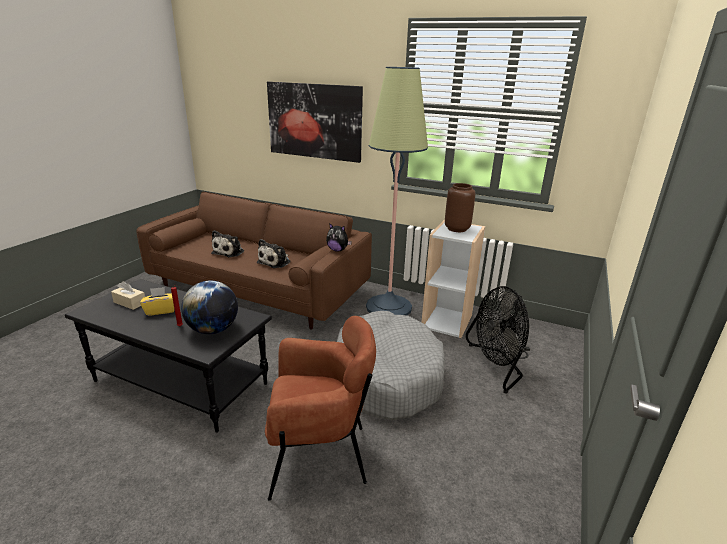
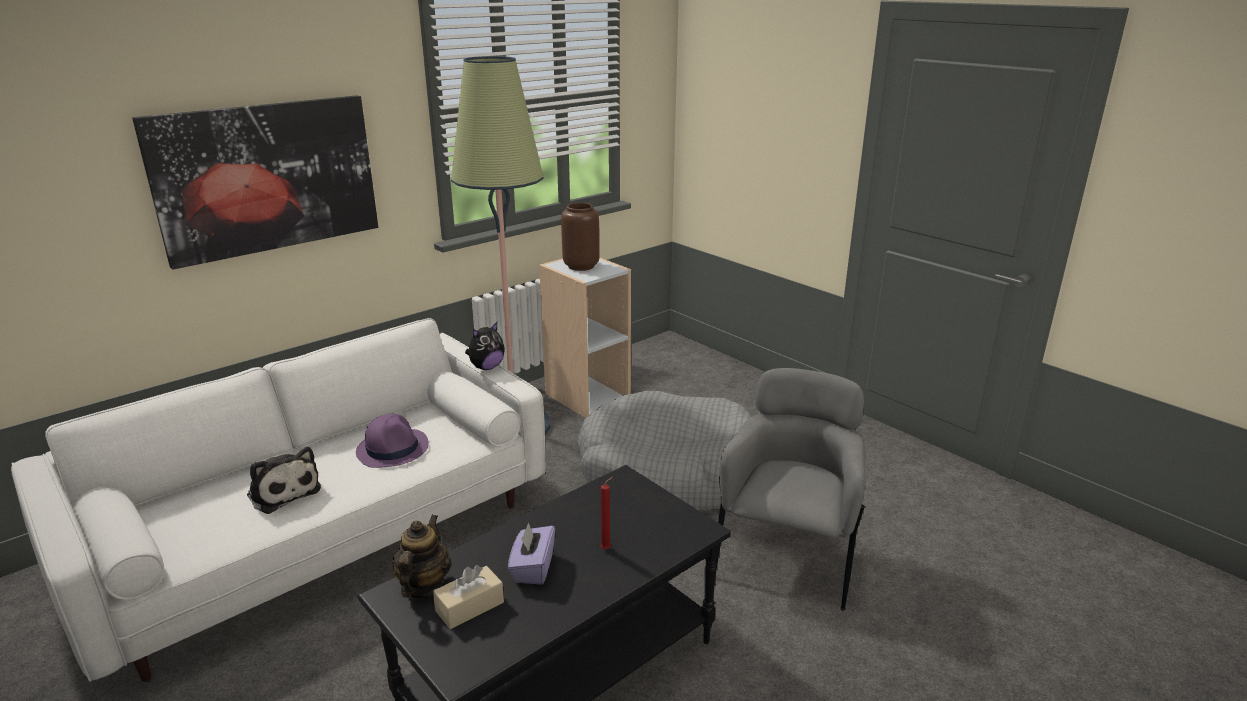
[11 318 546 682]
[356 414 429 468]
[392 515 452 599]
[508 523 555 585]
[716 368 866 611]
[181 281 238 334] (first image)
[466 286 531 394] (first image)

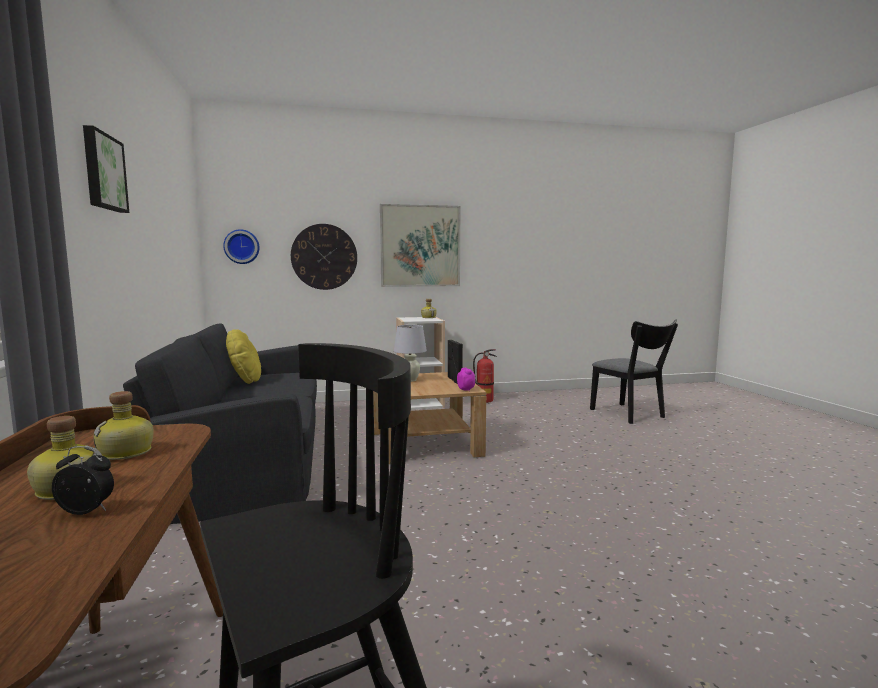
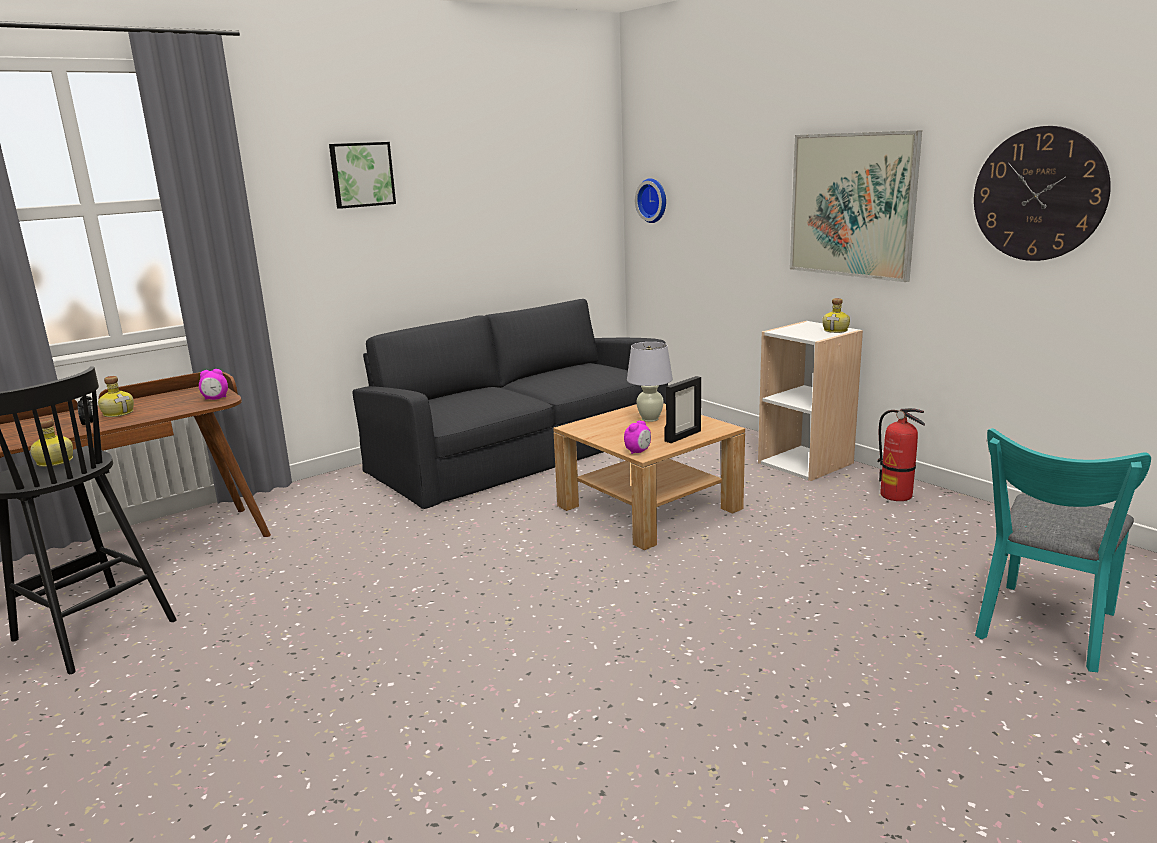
[30 419 73 467]
[199 369 228 400]
[974 126 1111 261]
[975 428 1151 672]
[226 329 261 384] (first image)

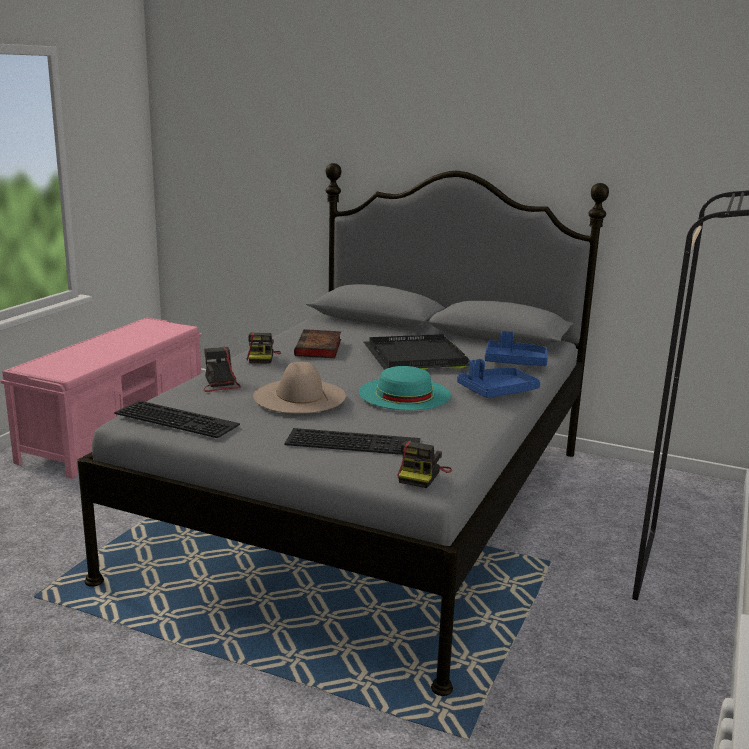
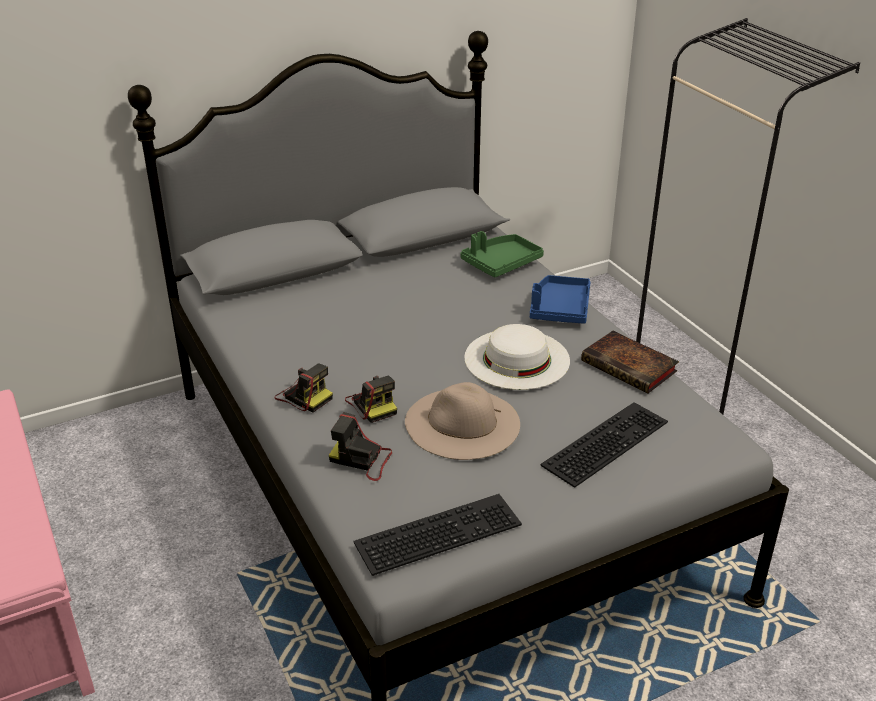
[345 376 397 423]
[460 231 544 278]
[464 324 570 390]
[581 331 679 393]
[364 334 470 370] (first image)

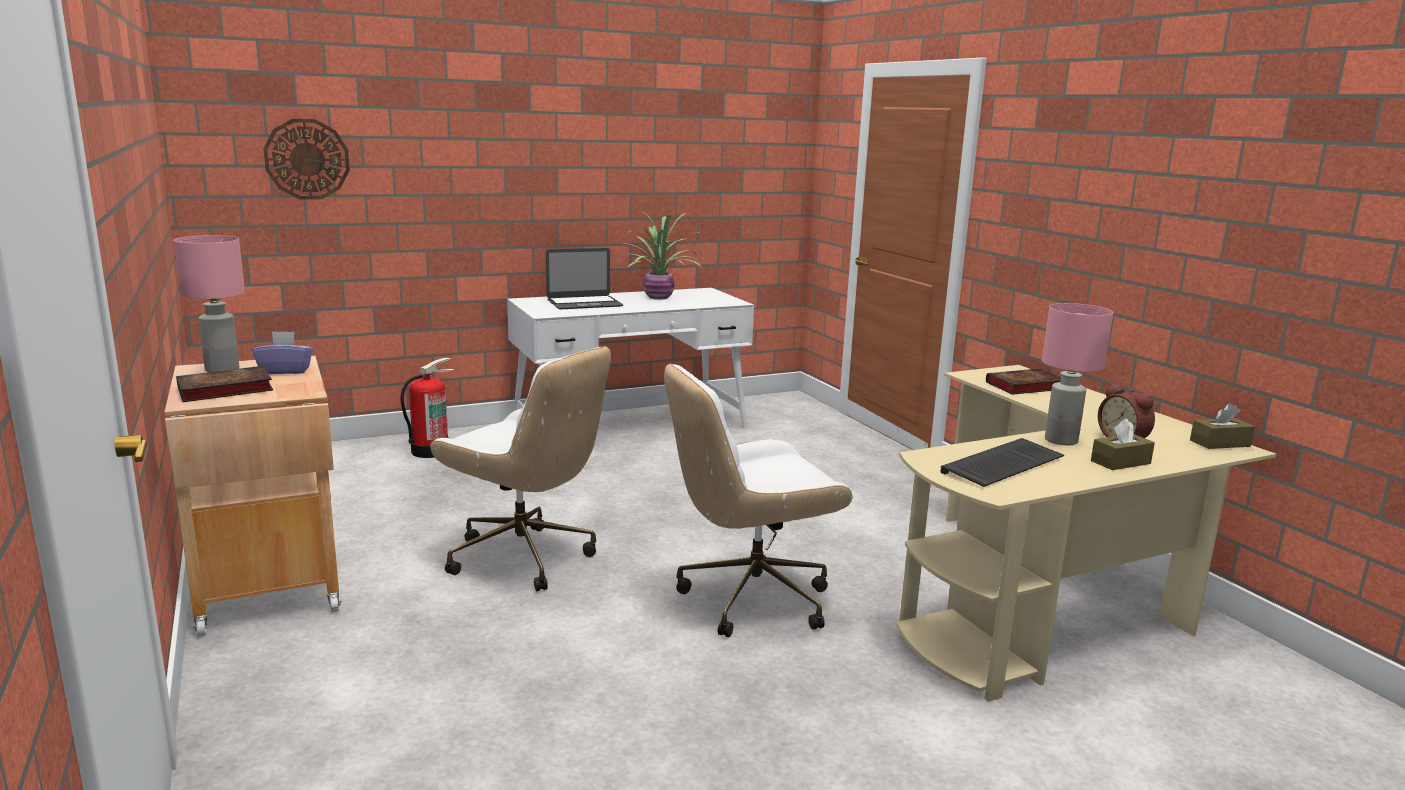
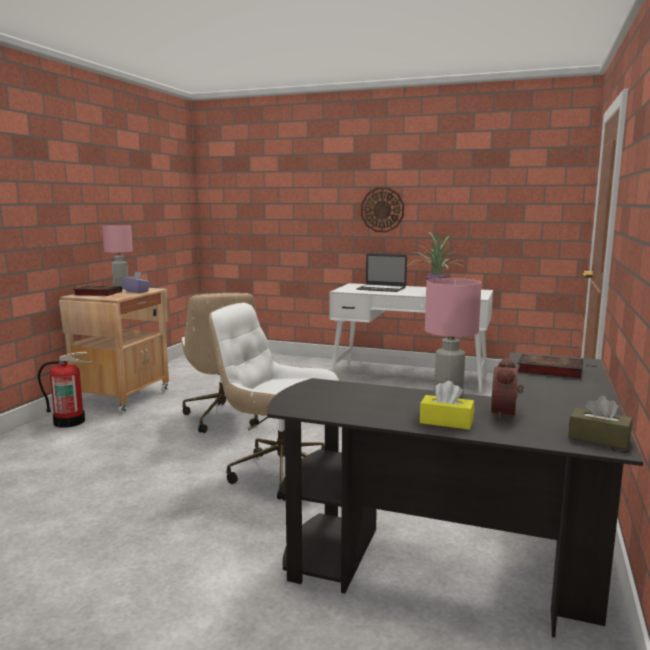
[38 351 92 428]
[267 352 643 638]
[361 187 404 232]
[420 381 474 430]
[940 438 1064 487] (first image)

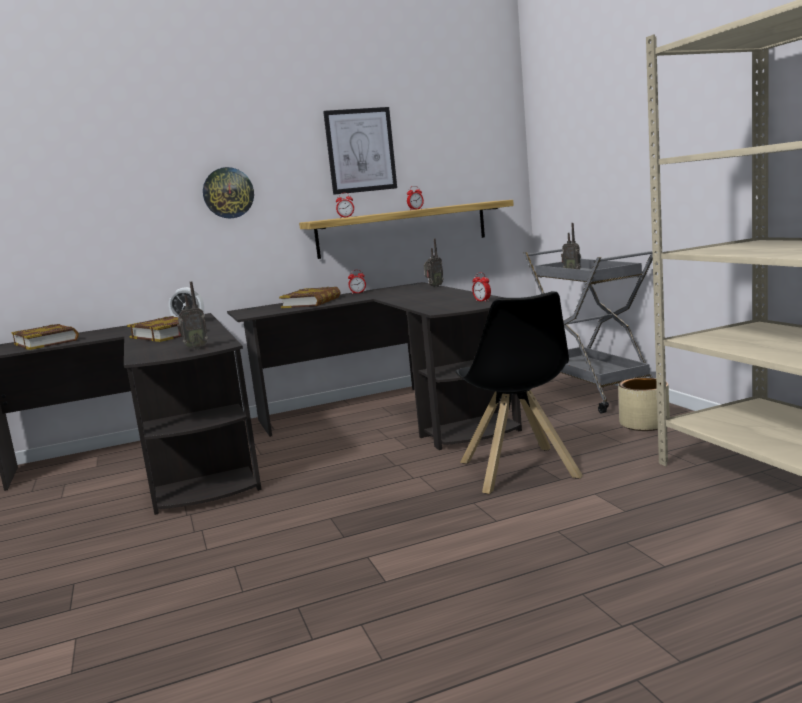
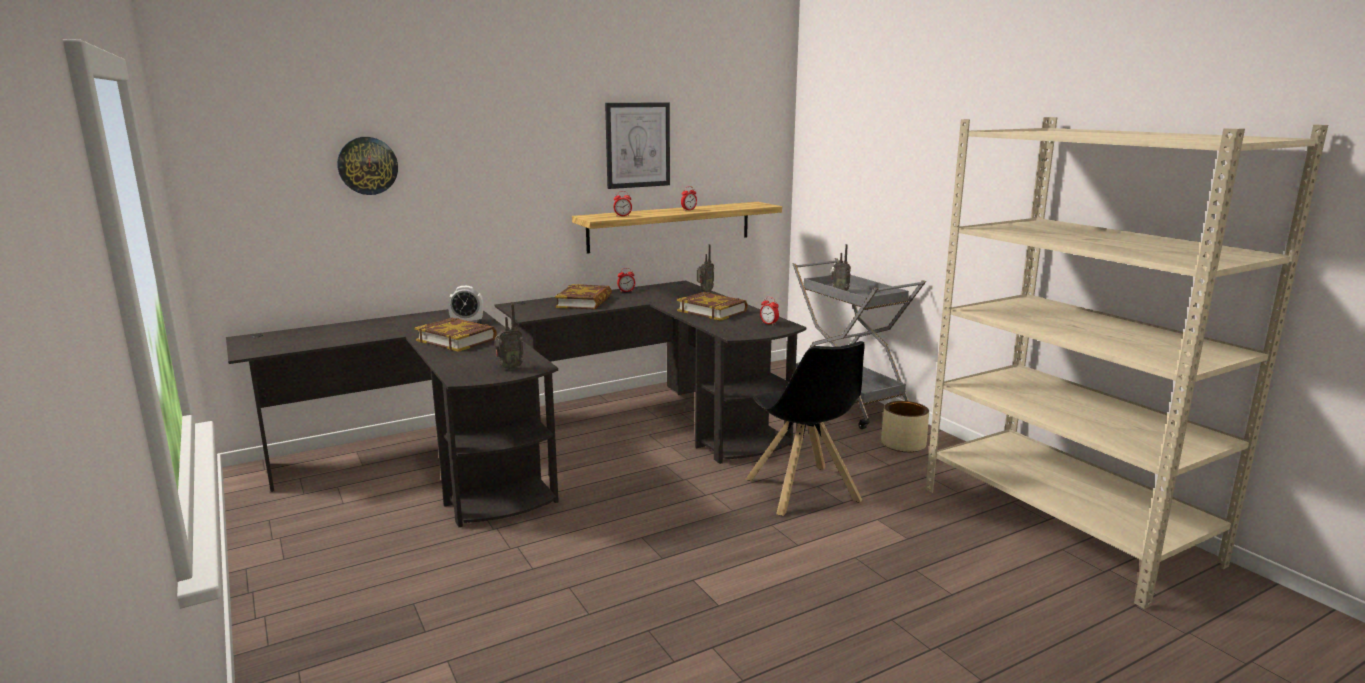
[337 137 398 195]
[677 292 748 321]

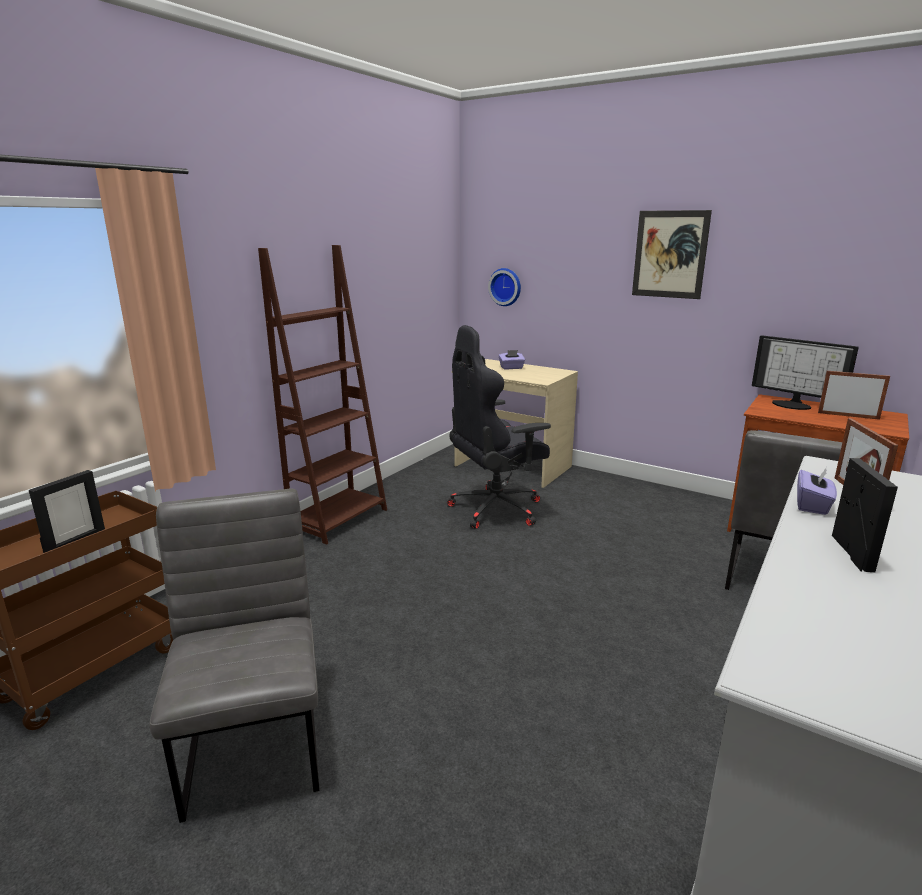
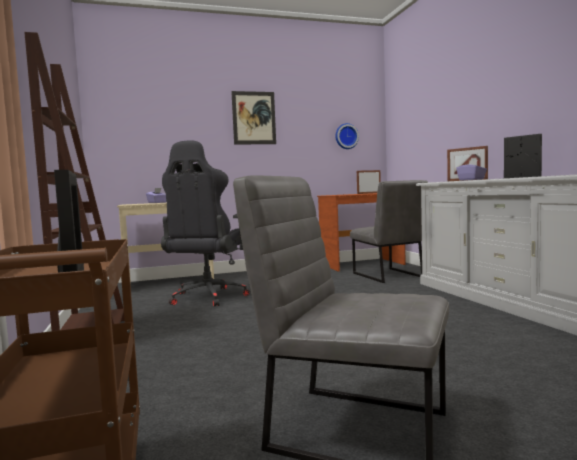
[335 123 359 149]
[752 335 859 410] (first image)

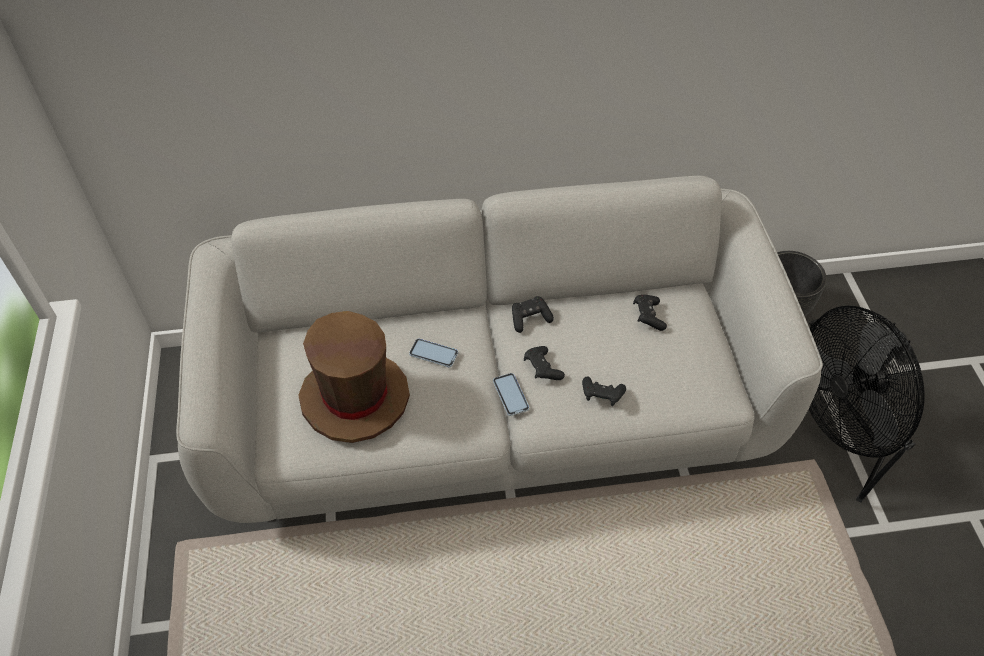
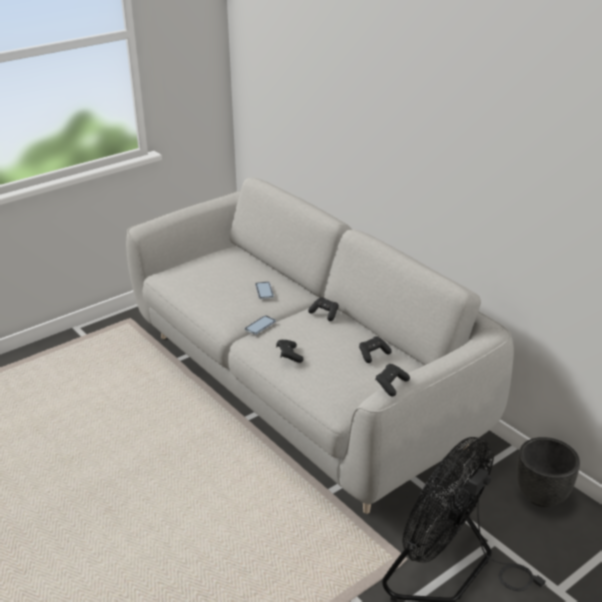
[375 364 410 396]
[298 311 410 443] (first image)

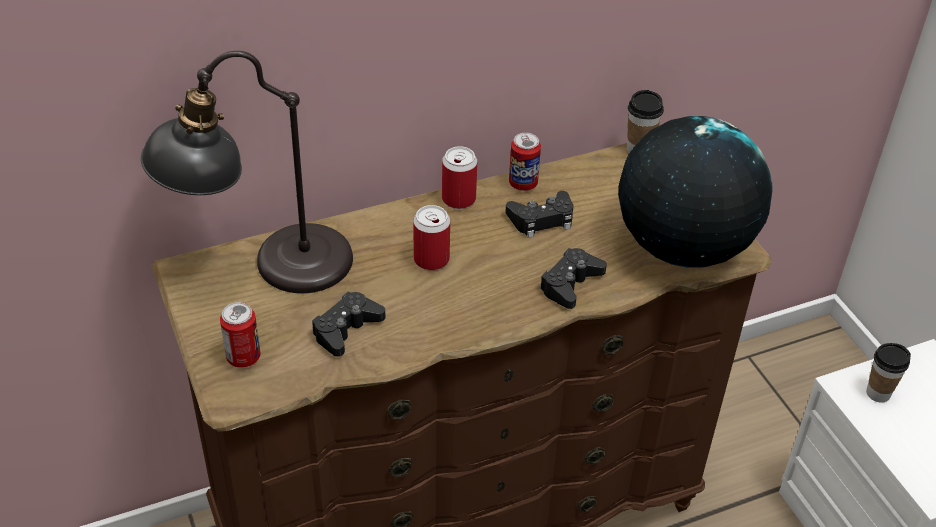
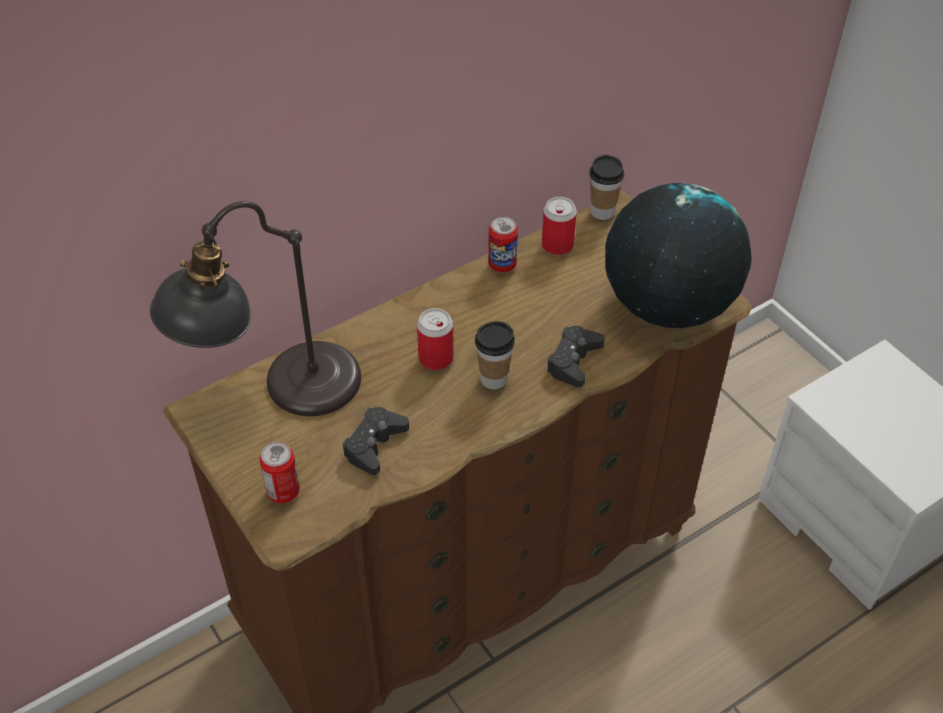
[475 321 515 389]
[542 197 577 255]
[505 191 574 238] (first image)

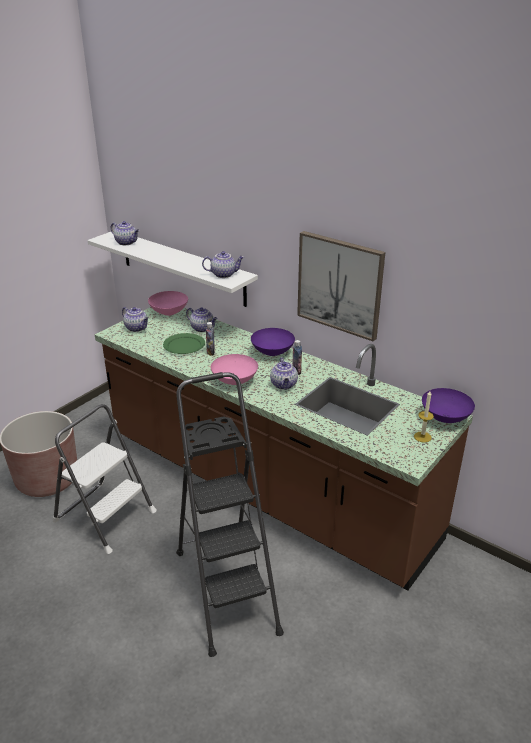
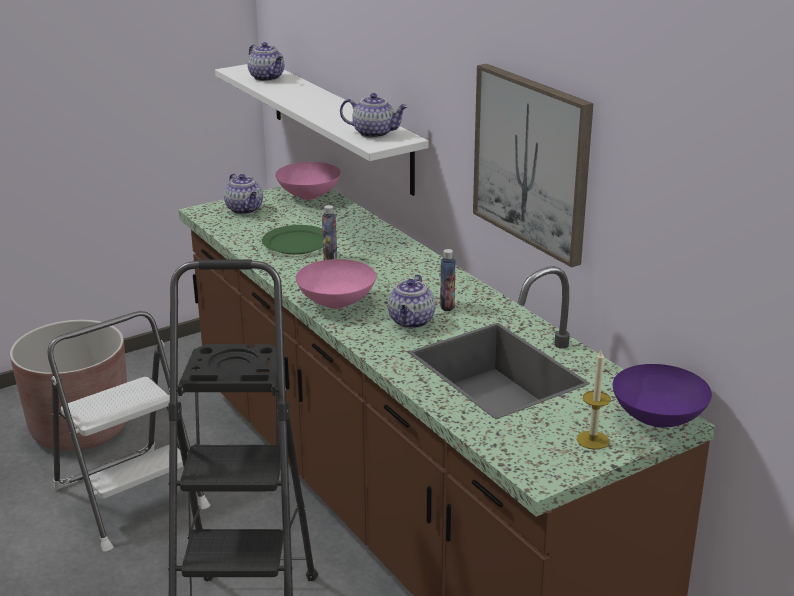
[186 307 218 332] (first image)
[251 328 295 356] (first image)

